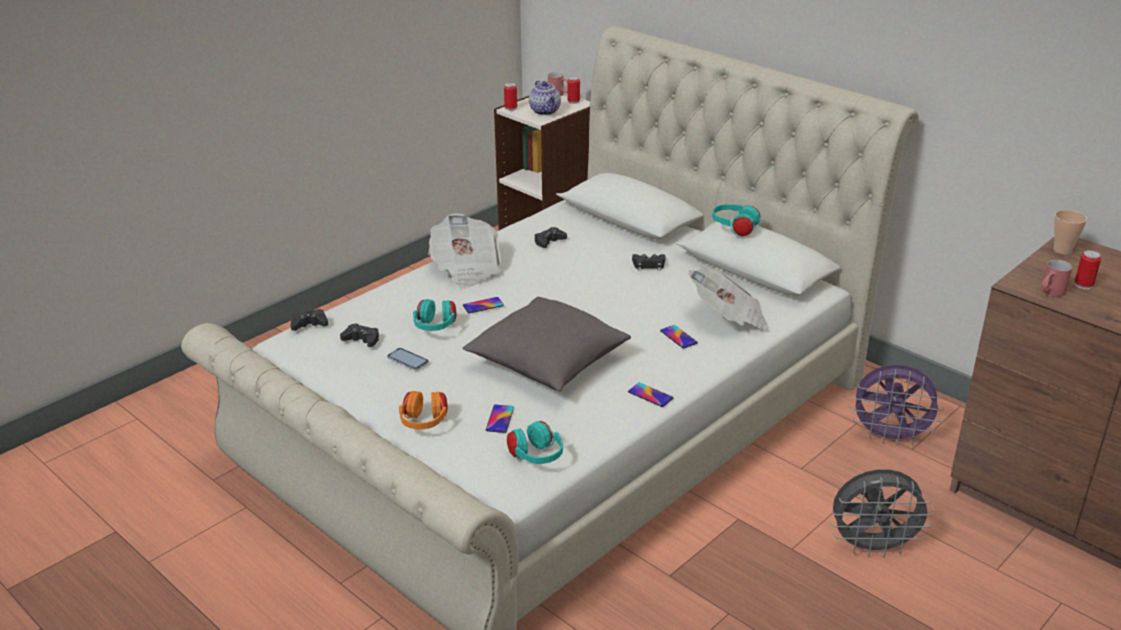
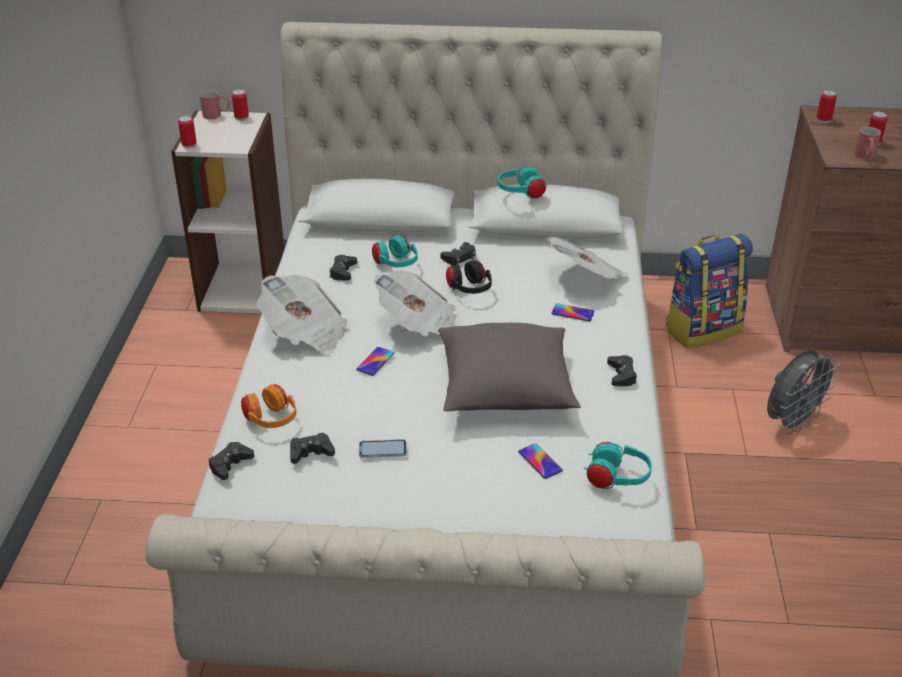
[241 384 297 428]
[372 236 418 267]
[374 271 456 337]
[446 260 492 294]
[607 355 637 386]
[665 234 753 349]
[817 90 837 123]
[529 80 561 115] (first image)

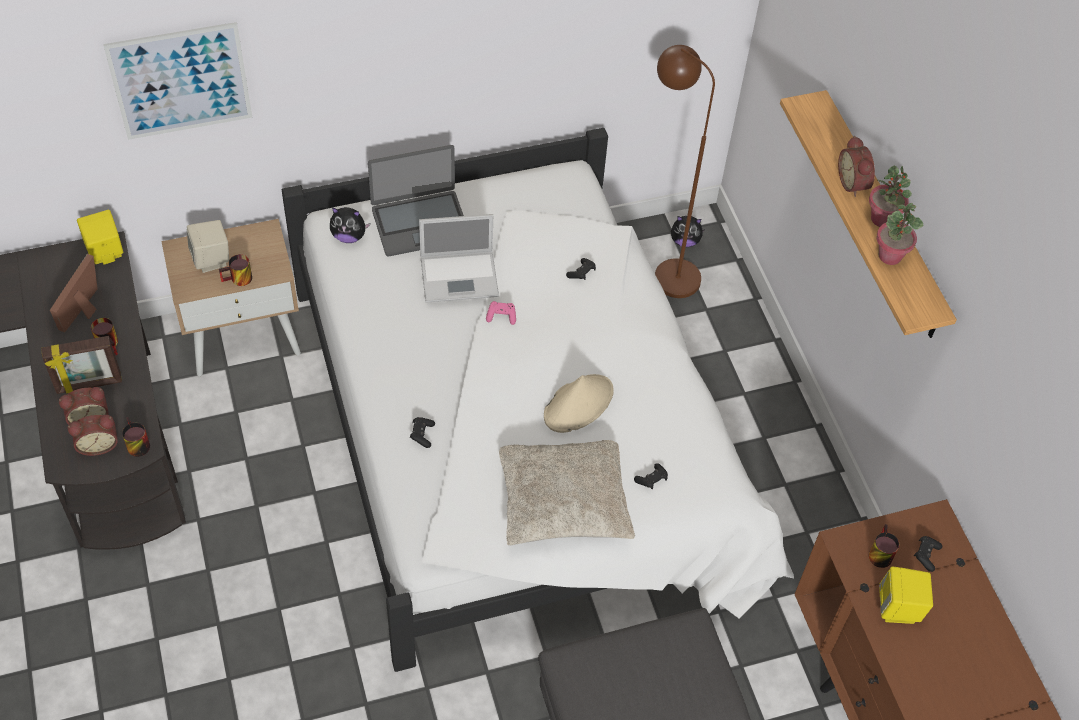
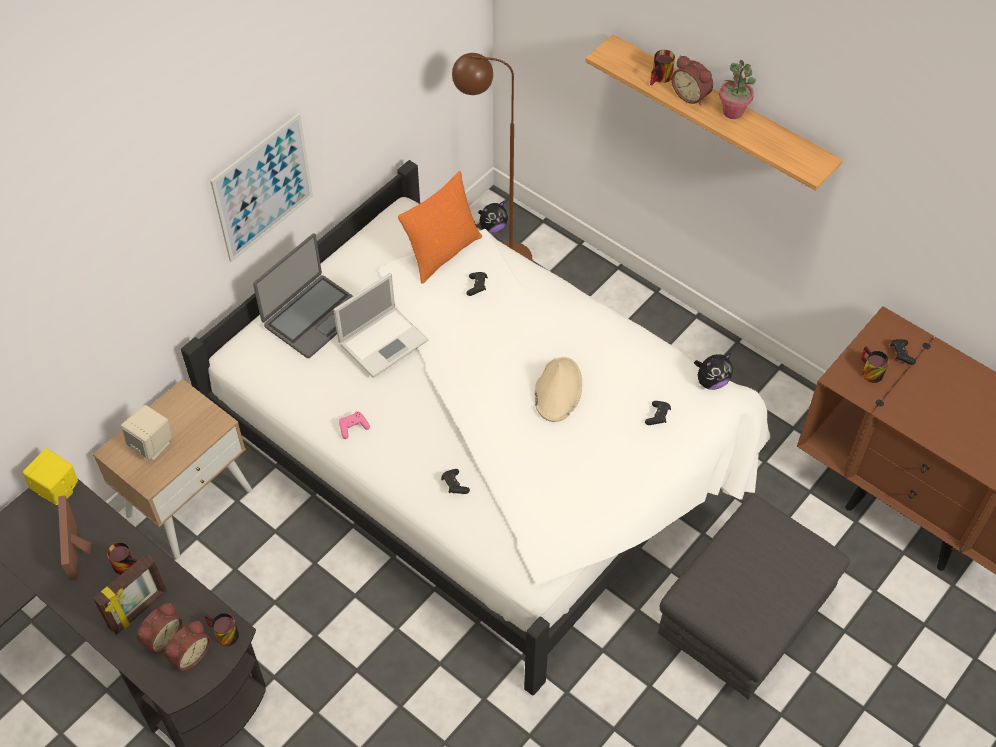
[210 113 313 262]
[339 411 370 439]
[398 171 482 284]
[650 50 675 86]
[694 353 733 390]
[499 440 635 545] (first image)
[876 203 923 265] (first image)
[879 566 933 624] (first image)

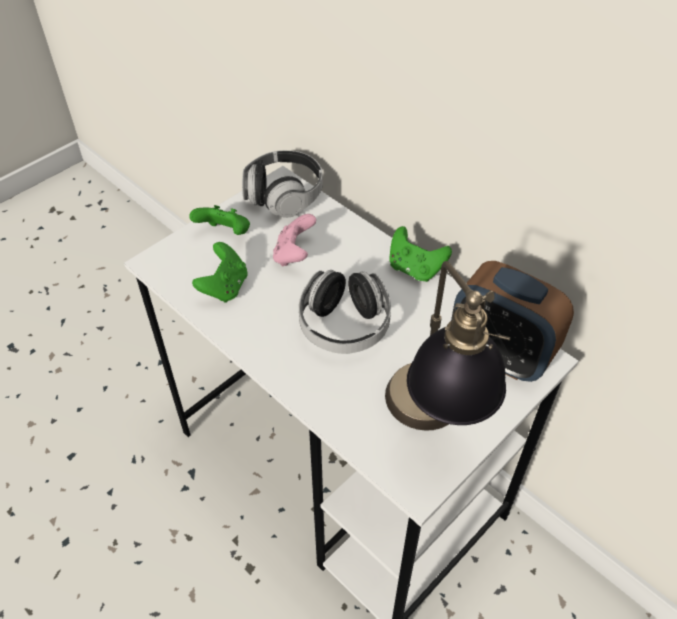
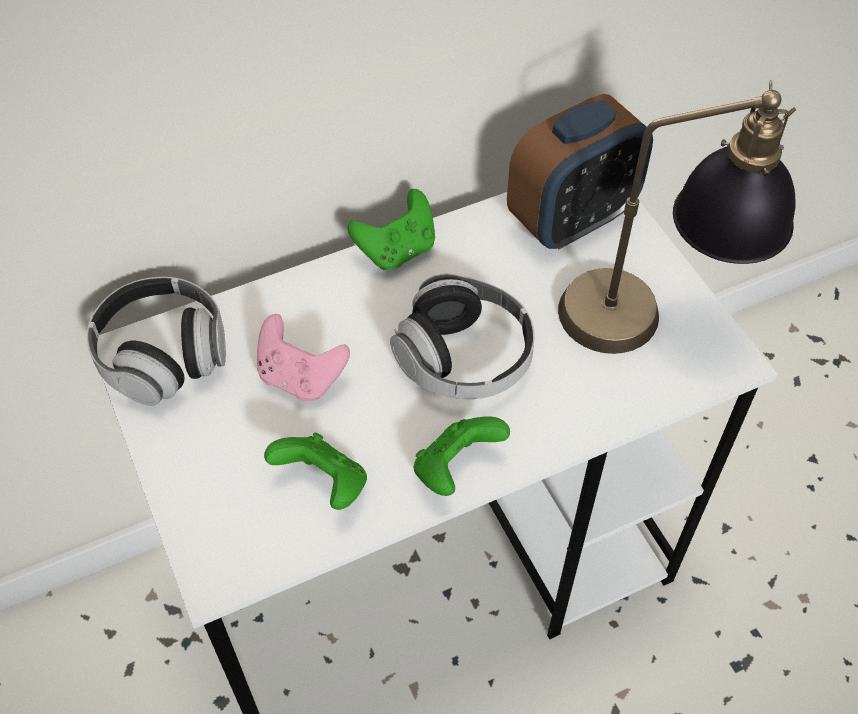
[414 417 510 496]

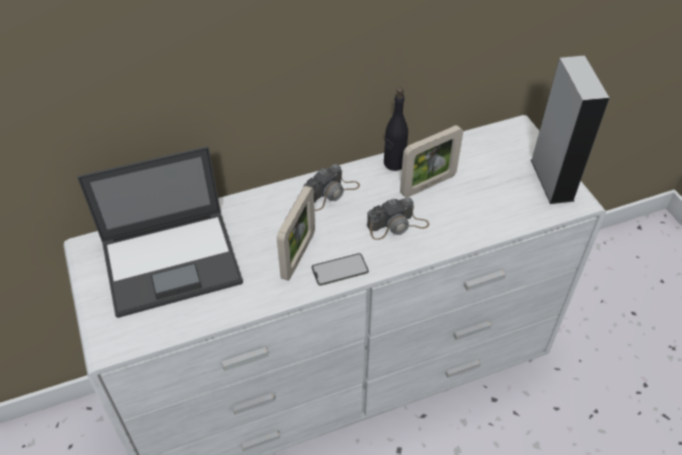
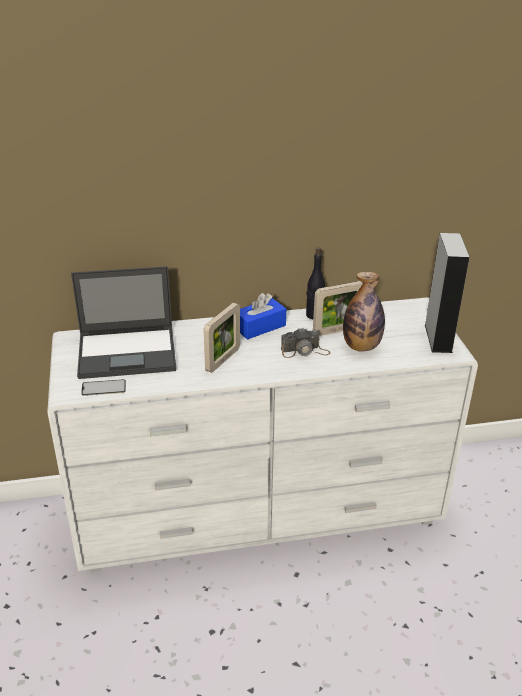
[81 379 126 396]
[240 293 286 340]
[343 272 385 351]

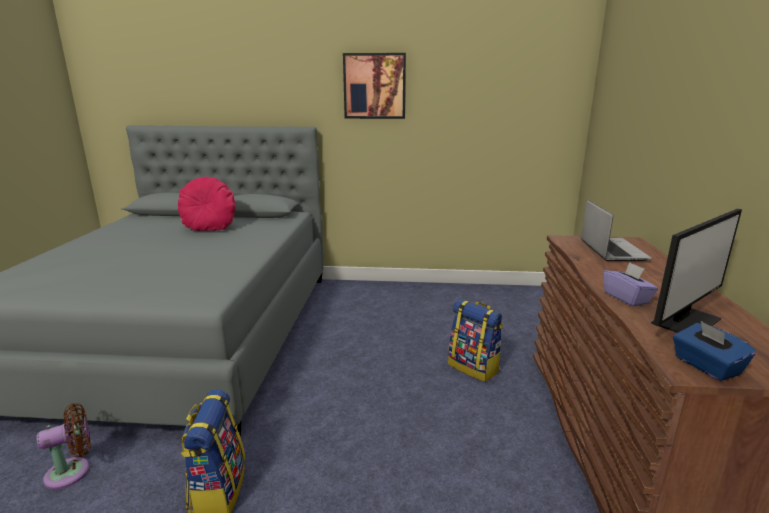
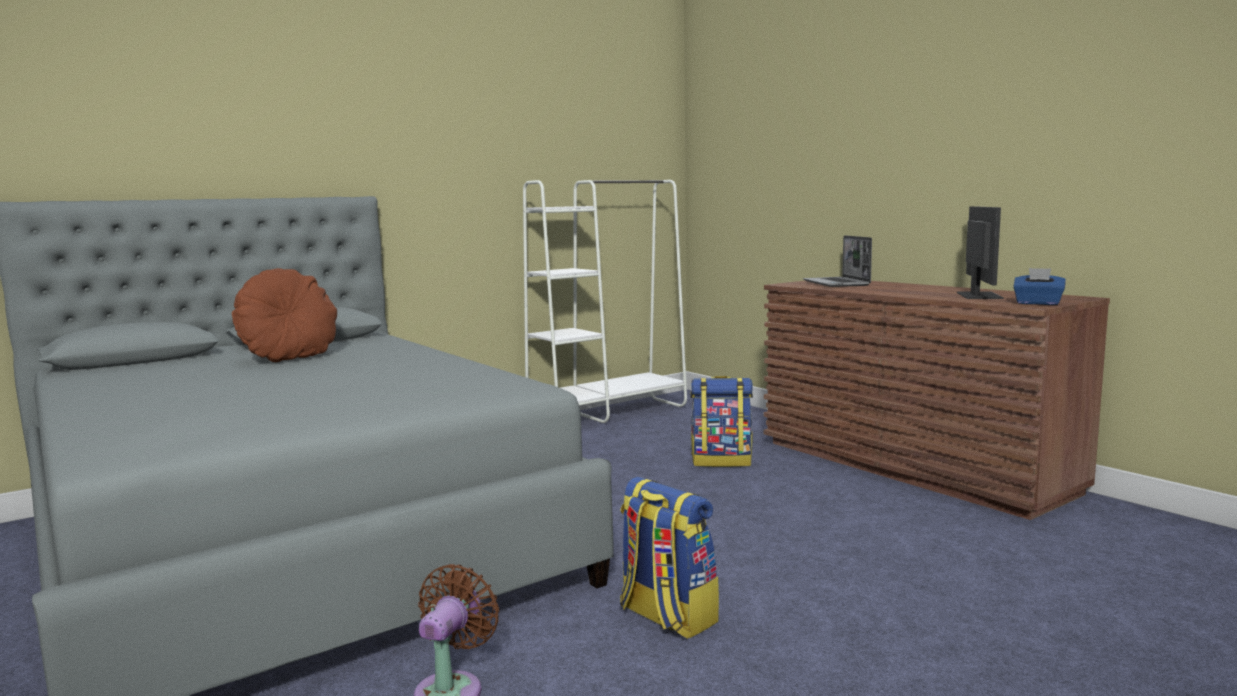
[232 268 337 362]
[523 180 687 423]
[803 235 872 287]
[343 53 406 119] (first image)
[603 262 658 307] (first image)

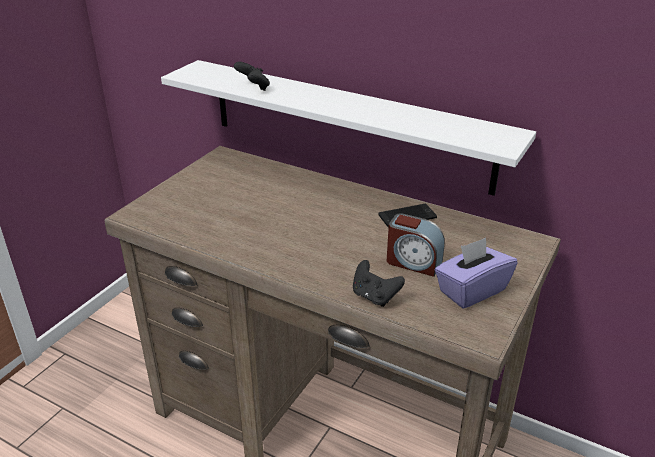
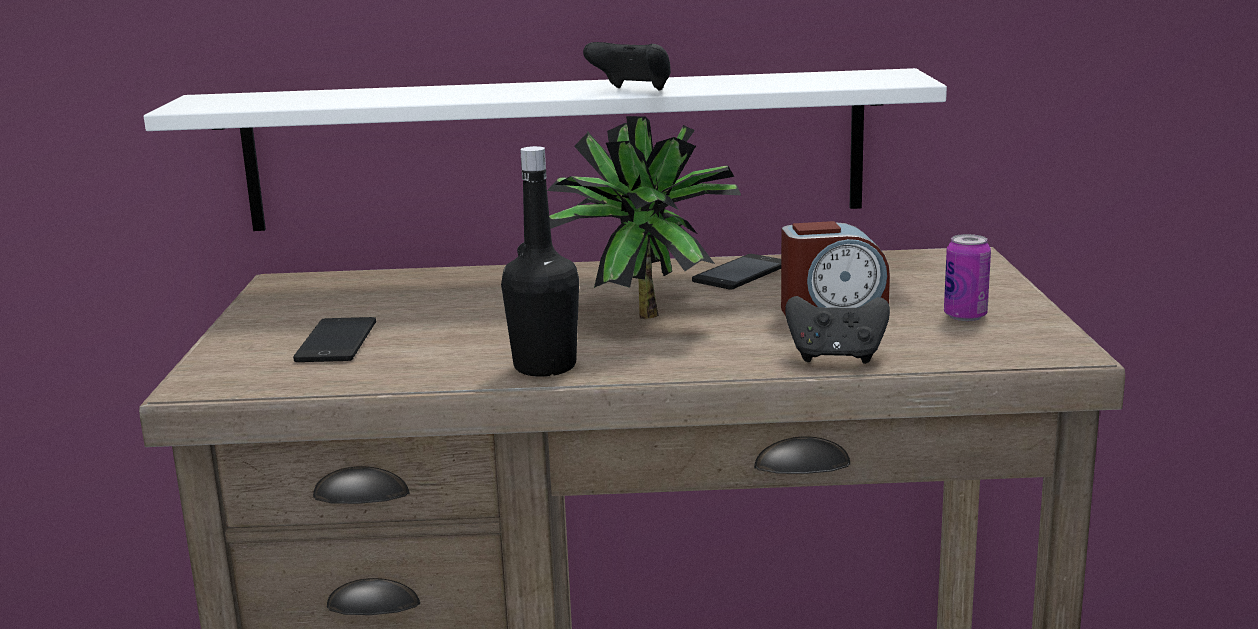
[293 317 376 362]
[501 146 579 377]
[547 116 741 319]
[583 42 671 91]
[944 234 991 321]

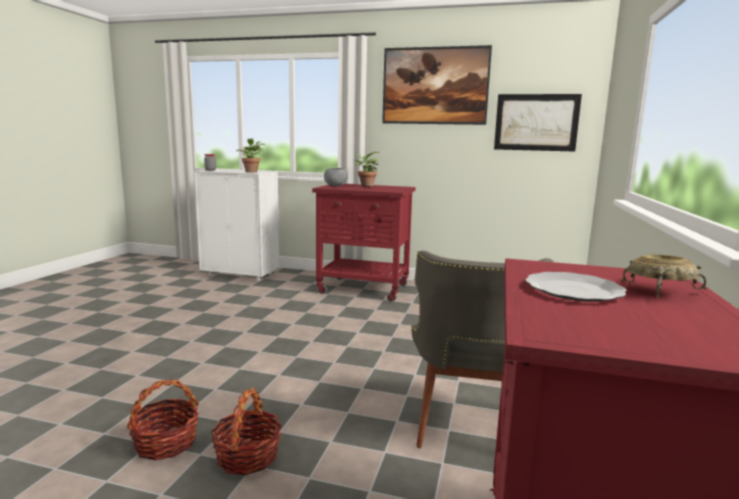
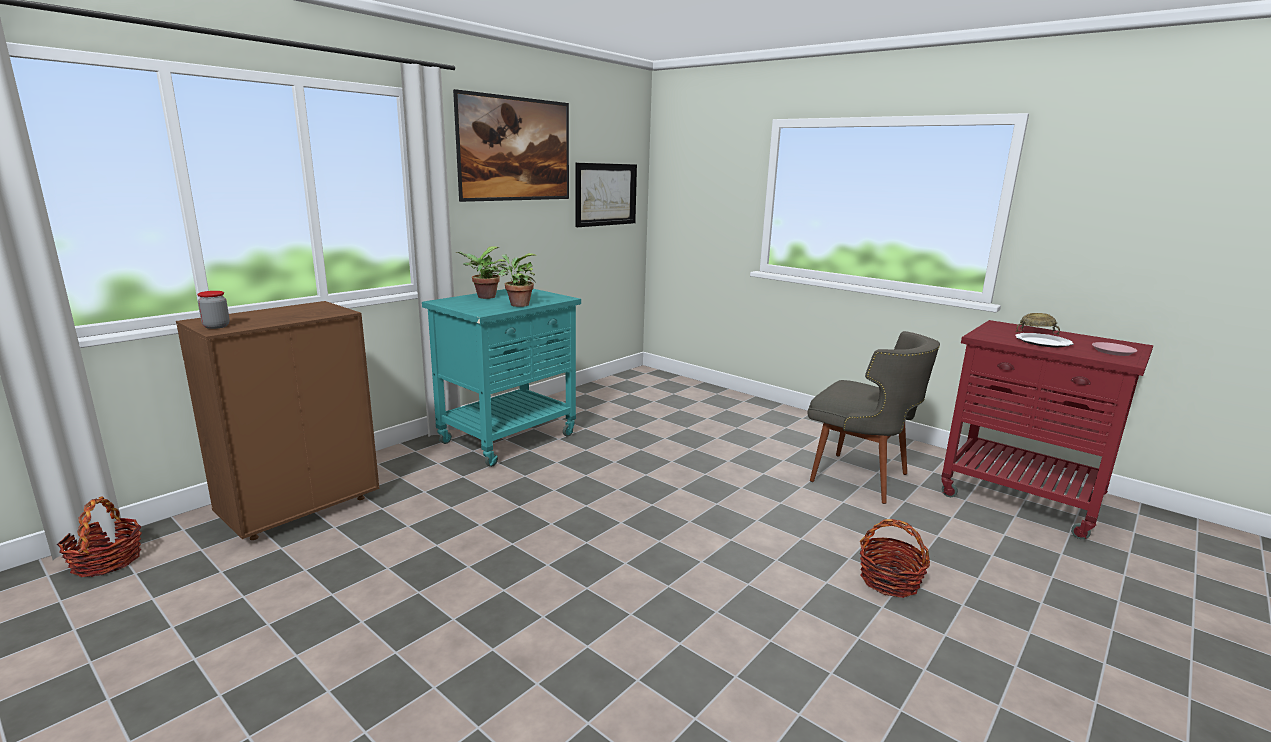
[57 497 142 577]
[176 301 379 540]
[422 289 581 467]
[497 253 537 307]
[1092 342 1137 356]
[324 168 348 186] (first image)

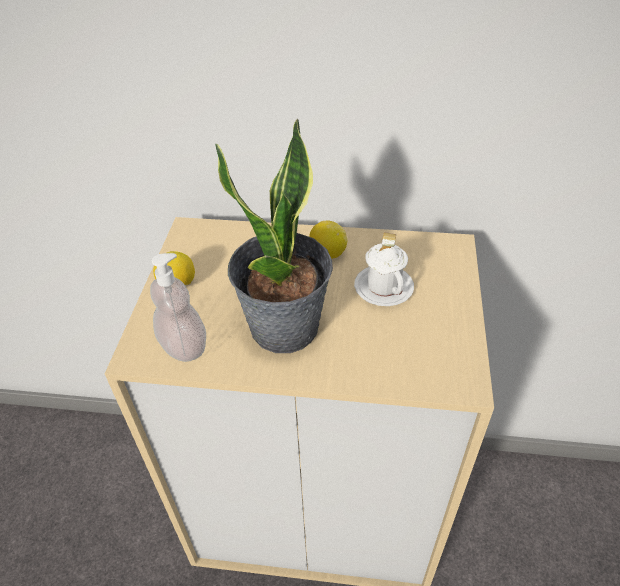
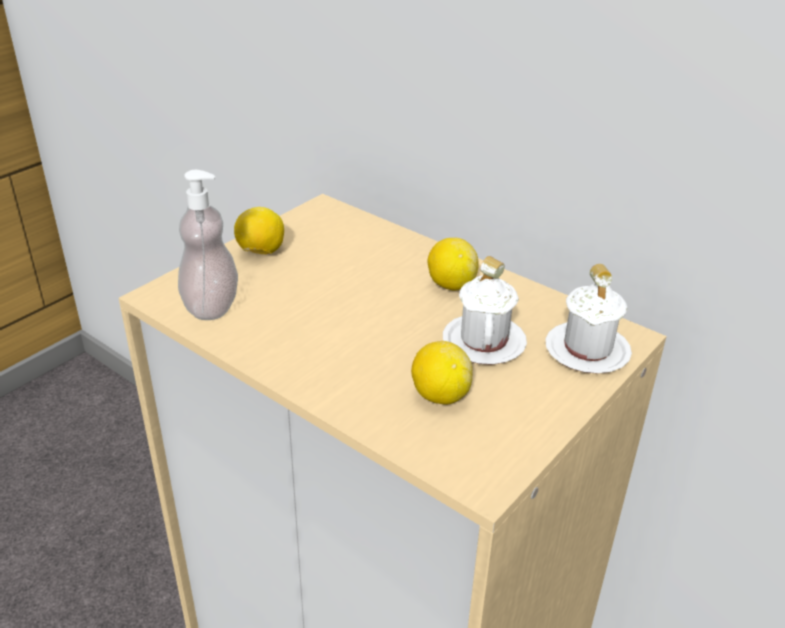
[411 341 473 405]
[545 264 632 374]
[215 119 333 353] (first image)

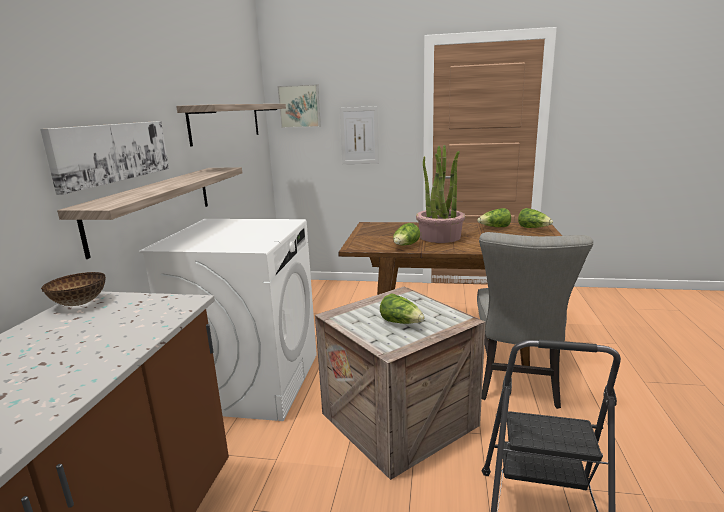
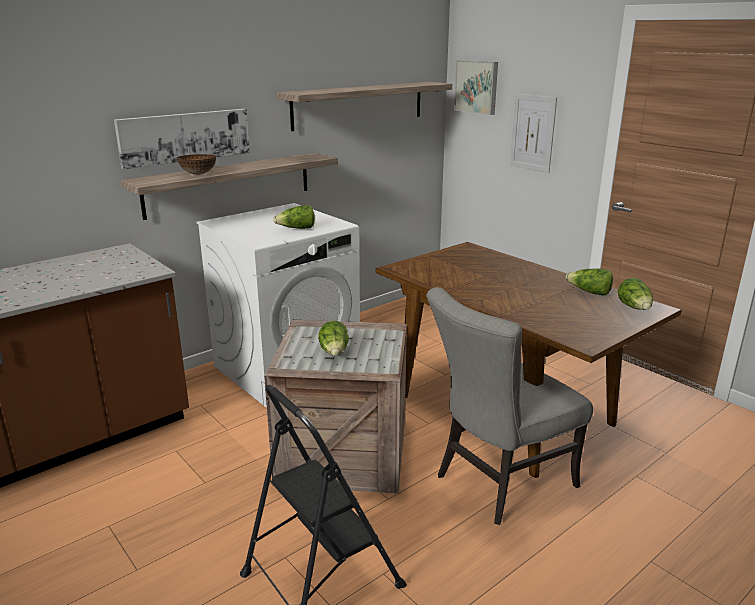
[177 154 216 175]
[273 205 315 229]
[416 145 465 243] (first image)

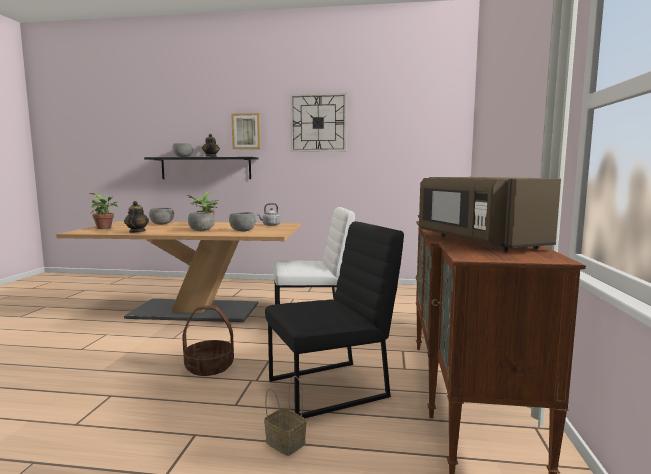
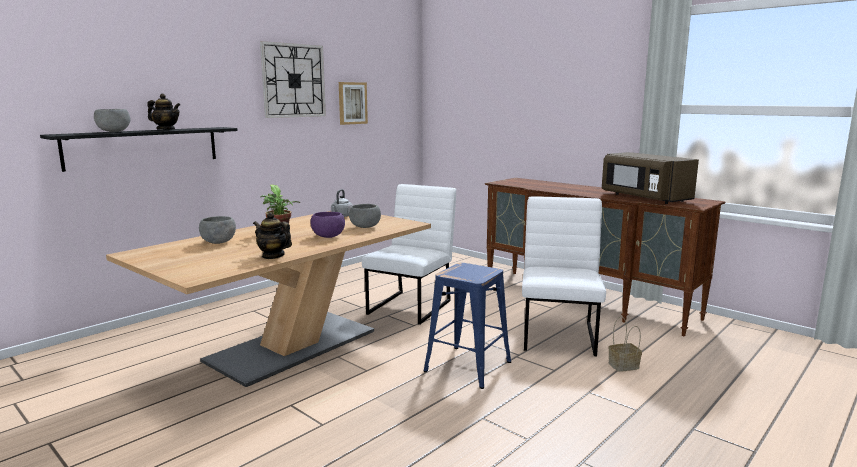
[310 212 345 238]
[339 82 368 125]
[423 263 511 389]
[522 196 606 356]
[602 152 699 204]
[90 193 118 229] (first image)

